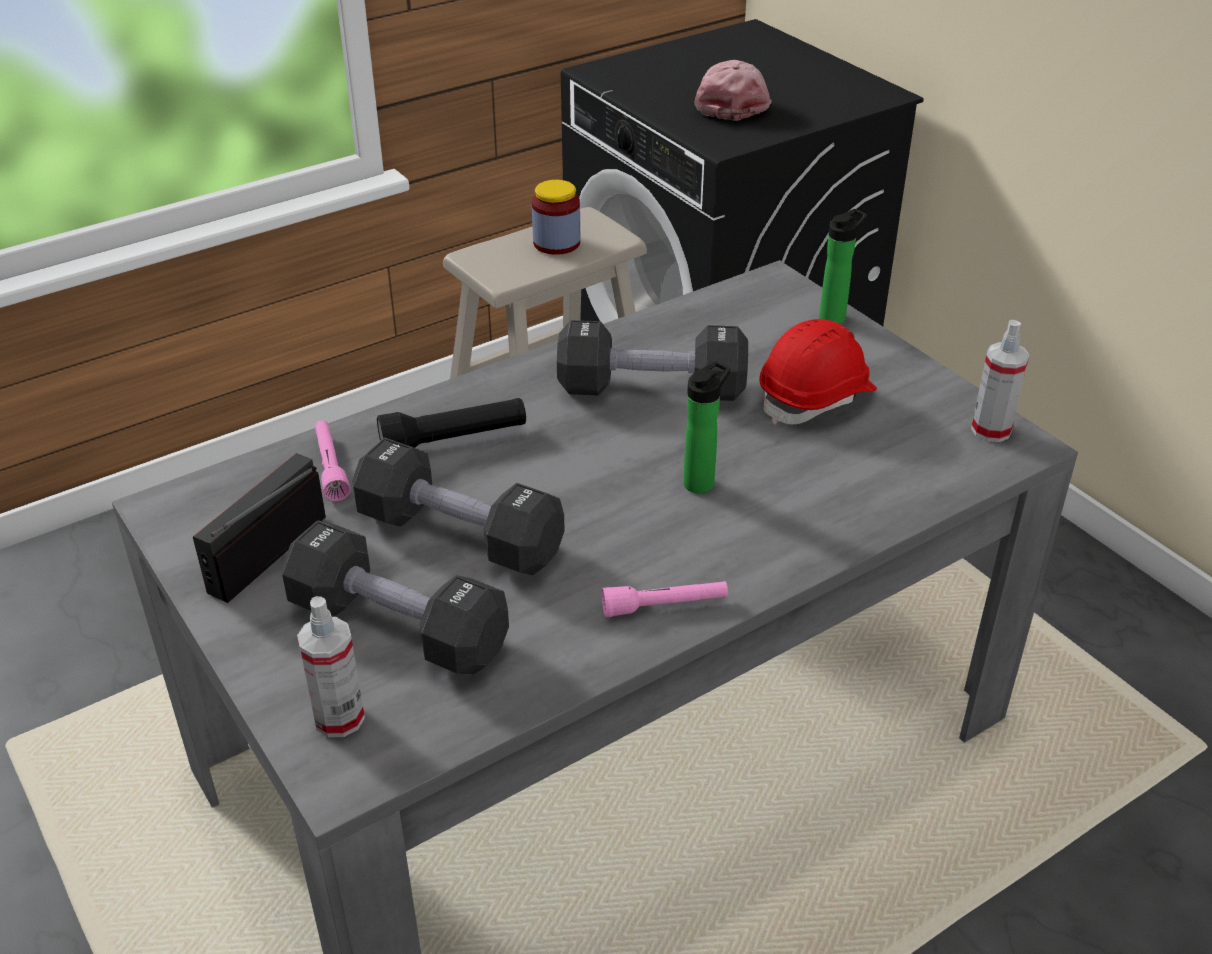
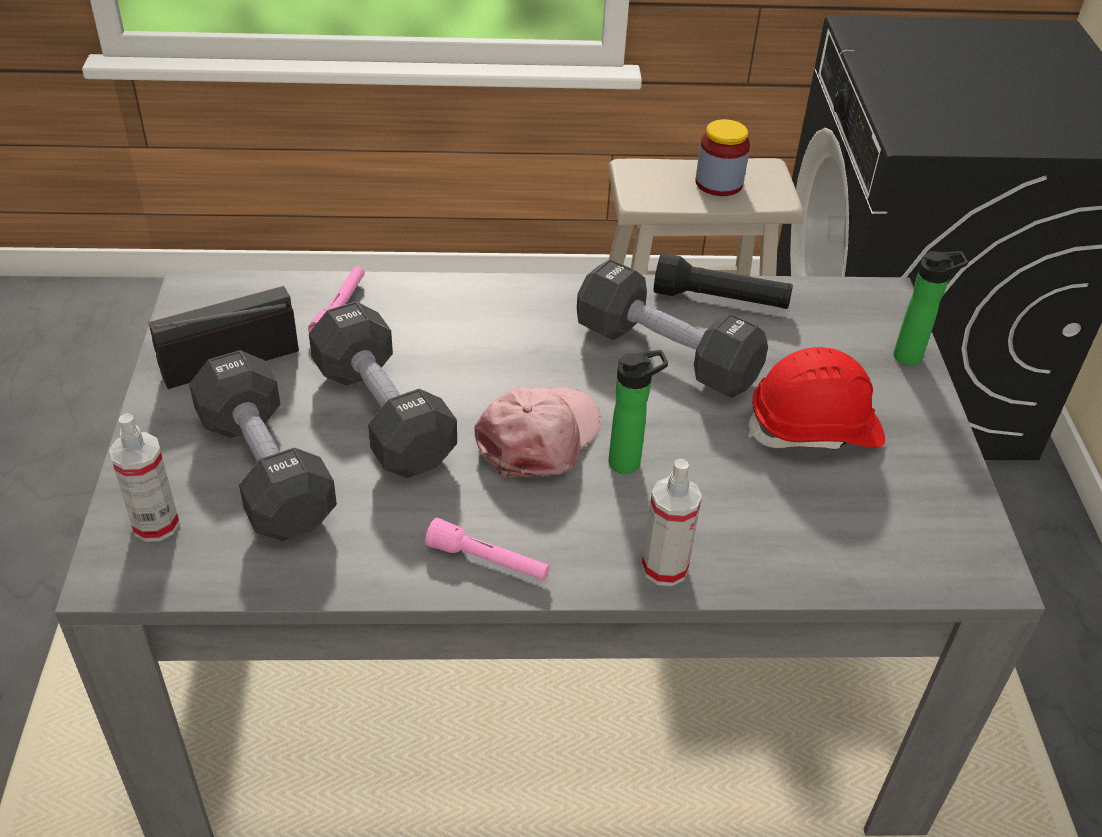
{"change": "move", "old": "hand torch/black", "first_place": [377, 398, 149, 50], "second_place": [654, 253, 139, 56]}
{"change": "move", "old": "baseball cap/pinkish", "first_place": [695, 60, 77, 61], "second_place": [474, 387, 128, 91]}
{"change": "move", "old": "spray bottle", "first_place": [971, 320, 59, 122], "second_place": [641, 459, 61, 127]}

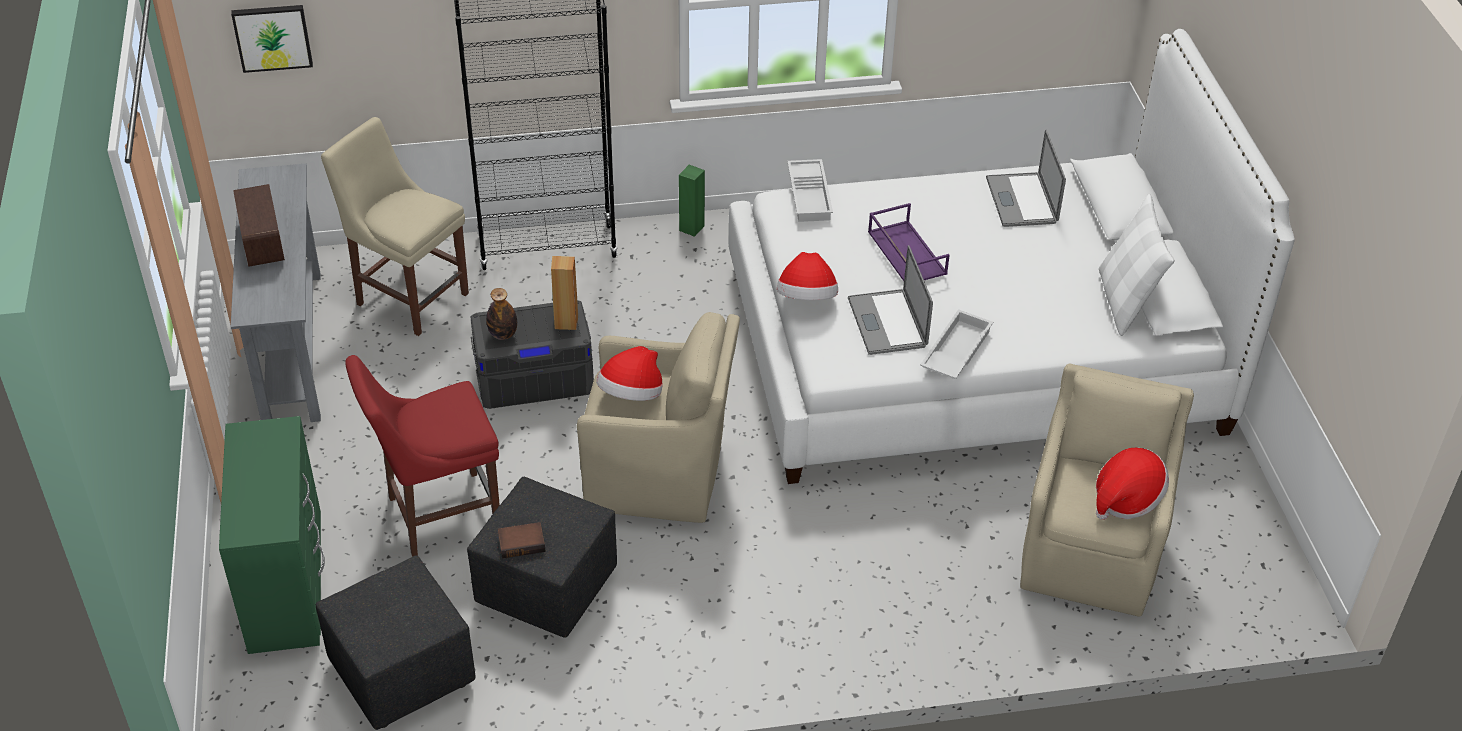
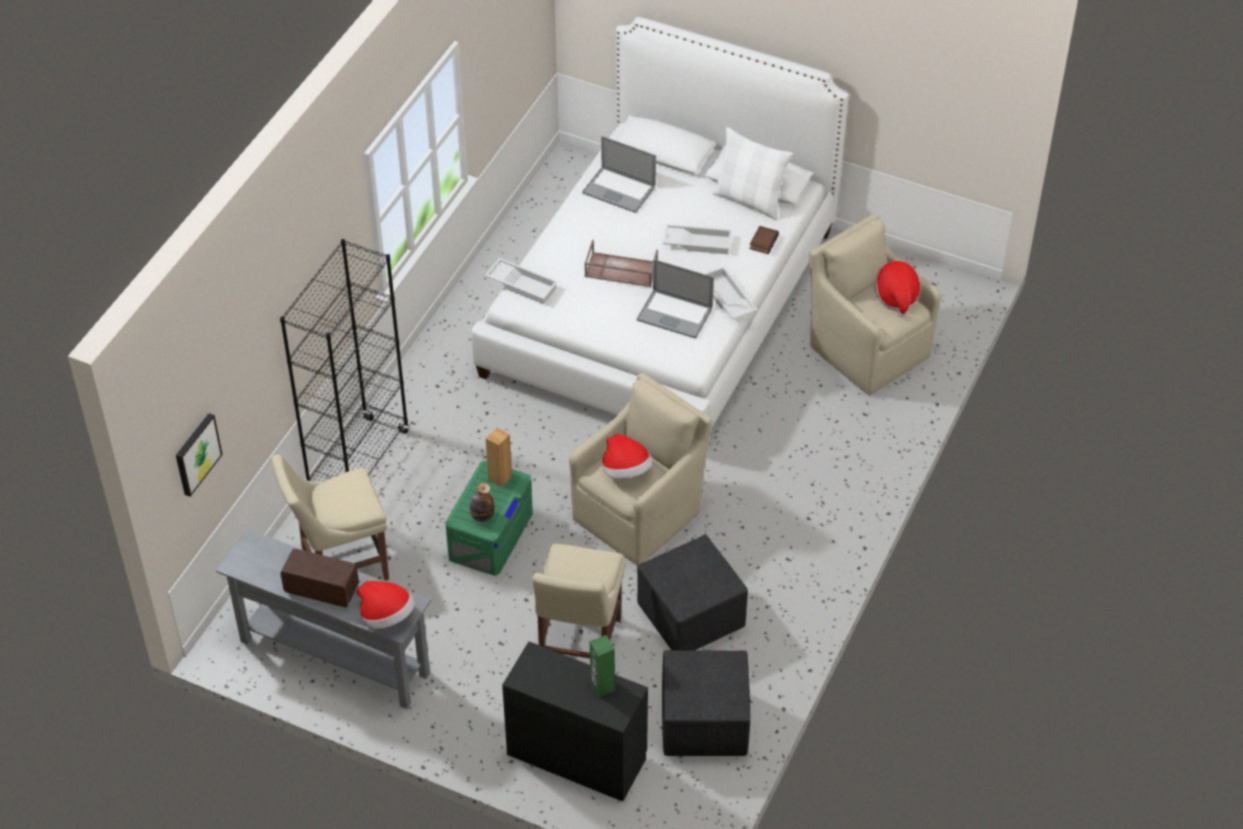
{"change": "recolor", "old": "chest of drawers/green-coloured", "new": "chest of drawers/black", "first_place": [219, 416, 106, 238], "second_place": [502, 641, 146, 161]}
{"change": "recolor", "old": "upright chair/red-coloured", "new": "upright chair/beige-coloured", "first_place": [345, 355, 155, 202], "second_place": [532, 544, 93, 114]}
{"change": "recolor", "old": "storage container/greyish", "new": "storage container/green-coloured", "first_place": [470, 300, 124, 109], "second_place": [445, 460, 88, 116]}
{"change": "move", "old": "volume", "first_place": [498, 522, 47, 36], "second_place": [750, 226, 29, 28]}
{"change": "move", "old": "audio speaker/green-coloured", "first_place": [679, 165, 26, 72], "second_place": [590, 635, 25, 62]}
{"change": "move", "old": "hat", "first_place": [777, 252, 61, 48], "second_place": [356, 581, 59, 48]}
{"change": "recolor", "old": "serving tray/purple-coloured", "new": "serving tray/brownish", "first_place": [868, 203, 82, 78], "second_place": [584, 240, 74, 47]}
{"change": "insert", "new": "serving tray/white-coloured", "second_place": [663, 224, 69, 30]}

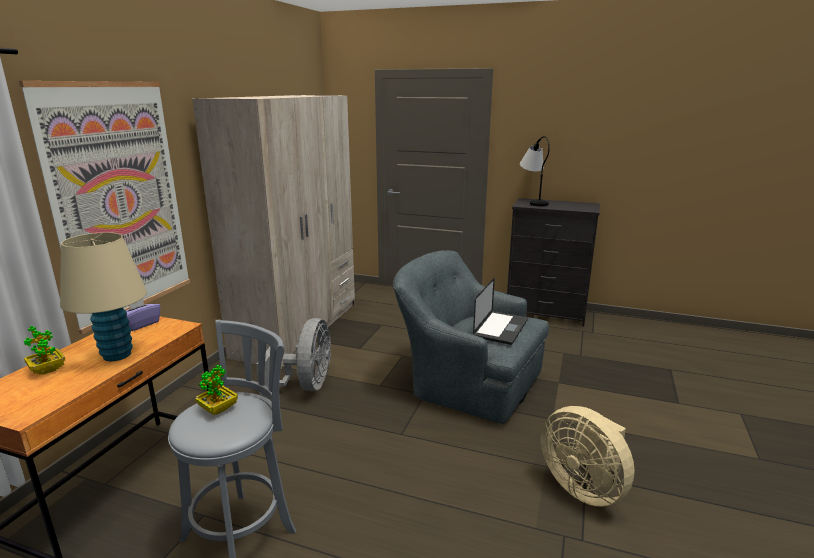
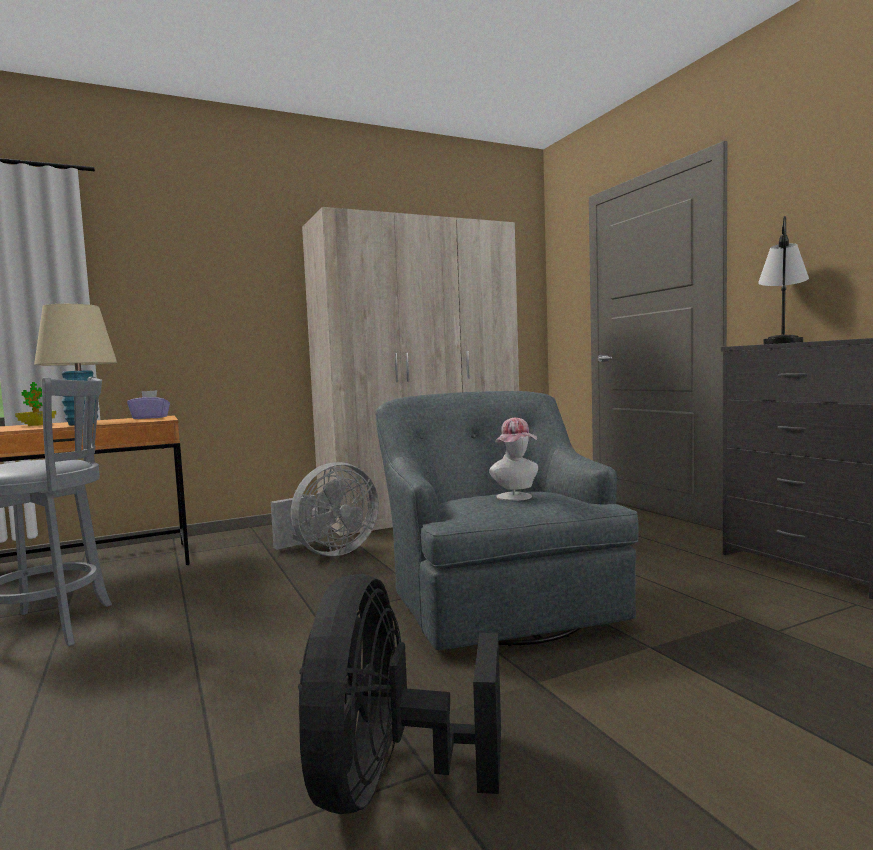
{"change": "delete", "old": "picture", "first_place": [19, 81, 171, 253]}
{"change": "delete", "old": "houseplant", "first_place": [195, 365, 43, 50]}
{"change": "replace", "old": "notebook computer", "new": "hat", "first_place": [473, 278, 55, 67], "second_place": [489, 418, 49, 83]}
{"change": "recolor", "old": "electric fan/beige-coloured", "new": "electric fan/black", "first_place": [541, 406, 94, 101], "second_place": [298, 574, 203, 240]}

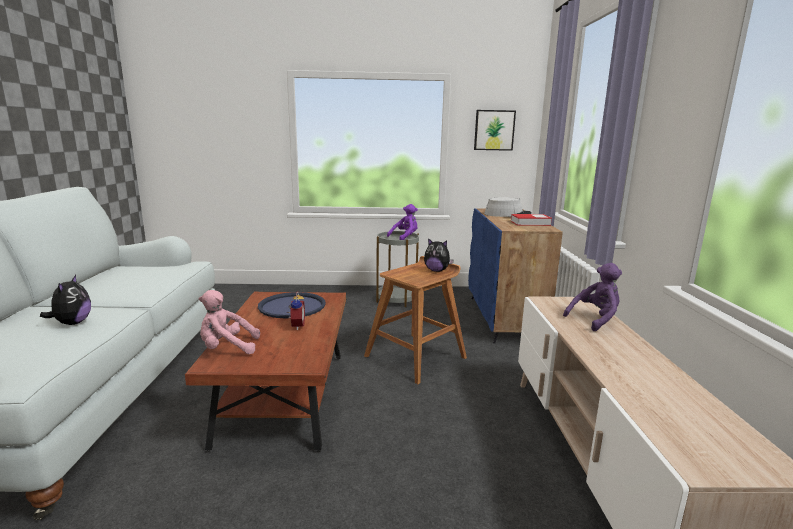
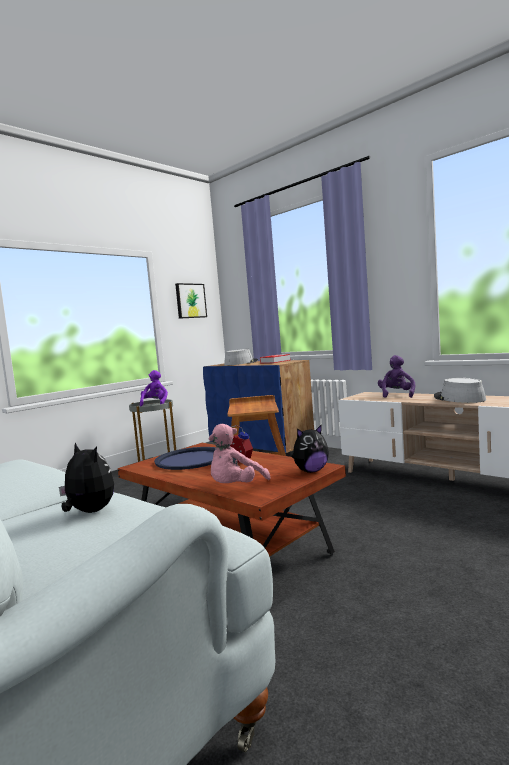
{"change": "move", "old": "cuddly toy", "first_place": [424, 238, 30, 34], "second_place": [292, 424, 37, 49]}
{"change": "insert", "new": "hat/greyish", "second_place": [434, 378, 52, 25]}

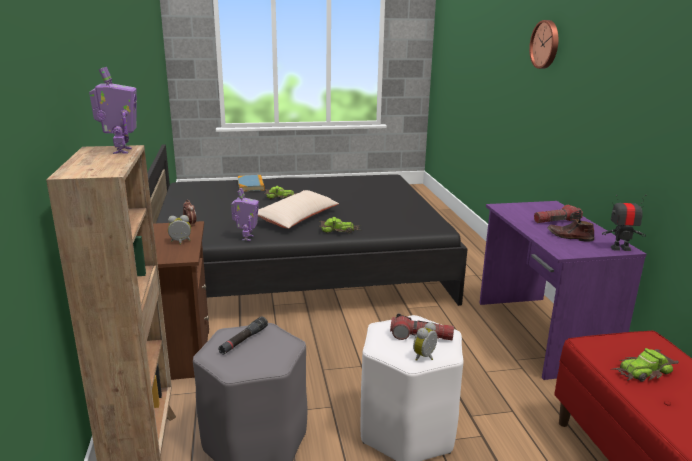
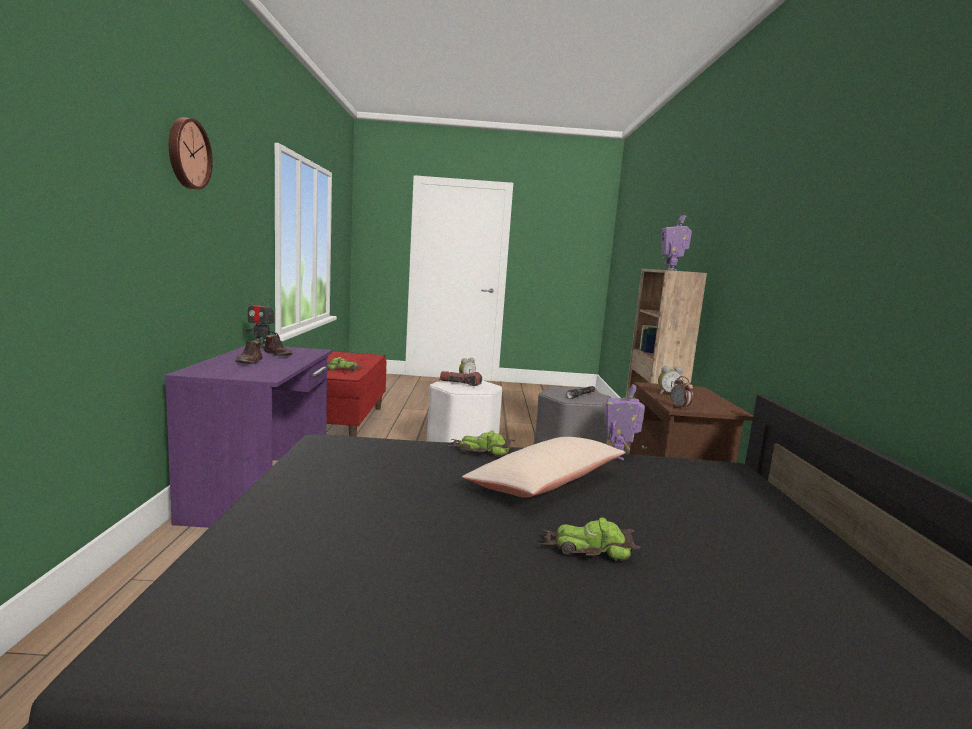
{"change": "delete", "old": "volume", "first_place": [238, 175, 27, 17]}
{"change": "move", "old": "wall clock", "first_place": [529, 20, 30, 49], "second_place": [169, 118, 44, 72]}
{"change": "replace", "old": "hand torch", "new": "shoe/brownish", "first_place": [534, 205, 49, 18], "second_place": [235, 340, 27, 24]}

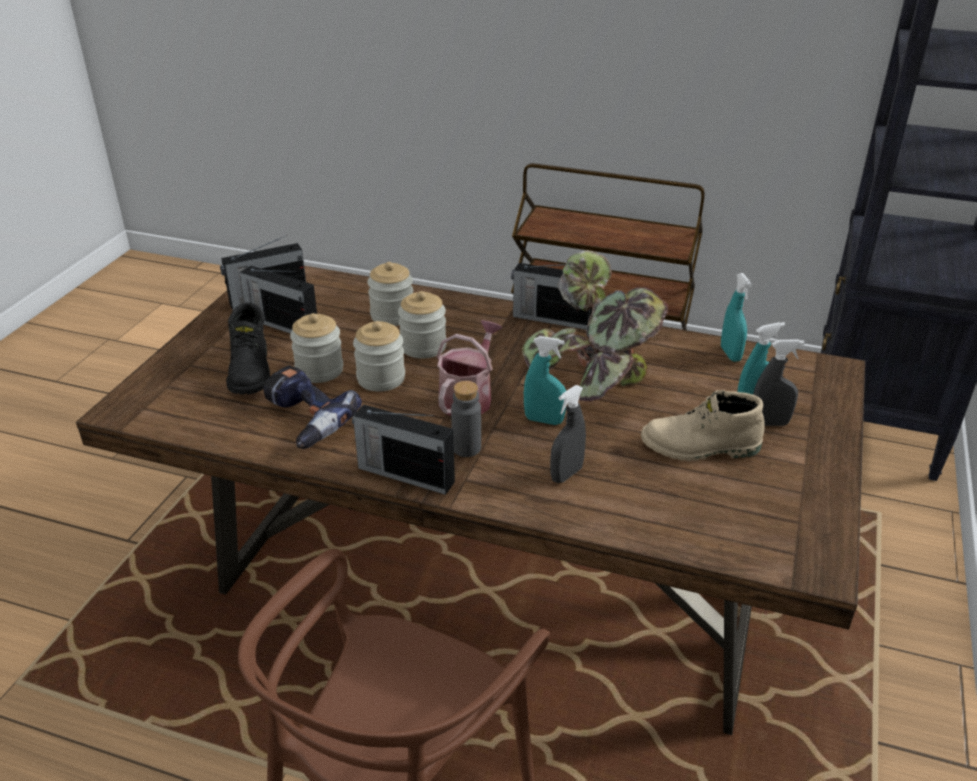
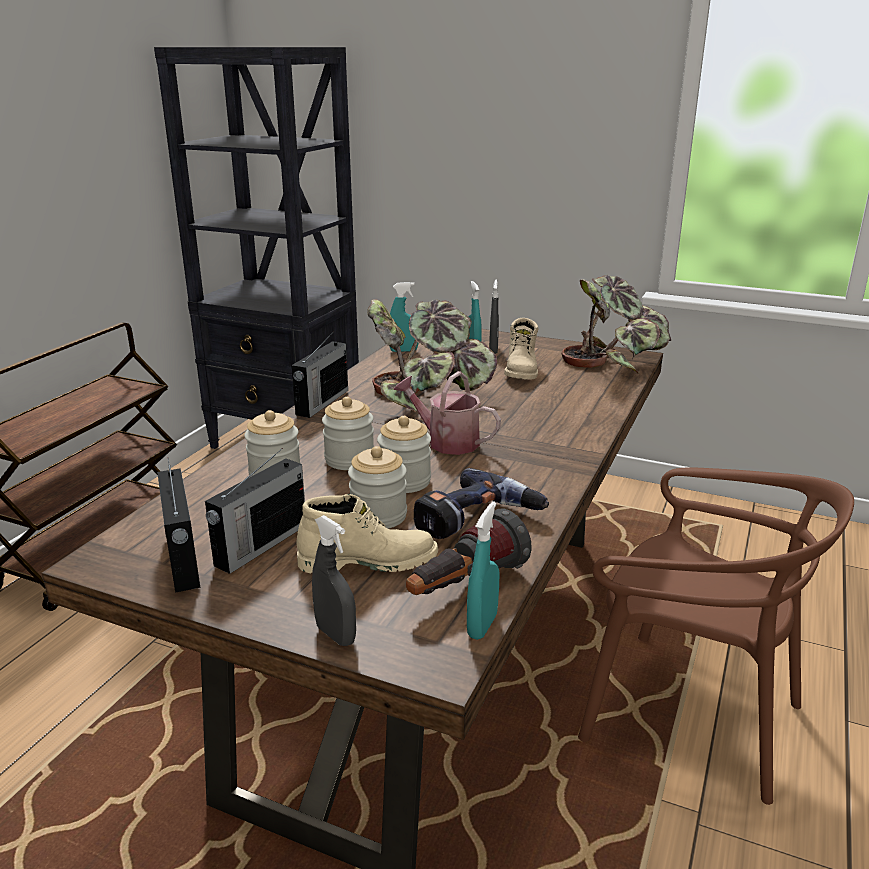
{"change": "recolor", "old": "boot/black", "new": "boot/beige-coloured", "first_place": [226, 303, 44, 92], "second_place": [297, 494, 141, 79]}
{"change": "delete", "old": "radio set", "first_place": [352, 405, 103, 90]}
{"change": "delete", "old": "bottle/greyish", "first_place": [451, 381, 30, 76]}
{"change": "move", "old": "spray bottle/blue-green", "first_place": [524, 336, 42, 89], "second_place": [467, 501, 32, 139]}
{"change": "move", "old": "spray bottle/greyish", "first_place": [550, 385, 36, 98], "second_place": [312, 515, 44, 131]}
{"change": "insert", "new": "hand torch", "second_place": [406, 508, 126, 87]}
{"change": "insert", "new": "houseplant", "second_place": [561, 275, 110, 98]}

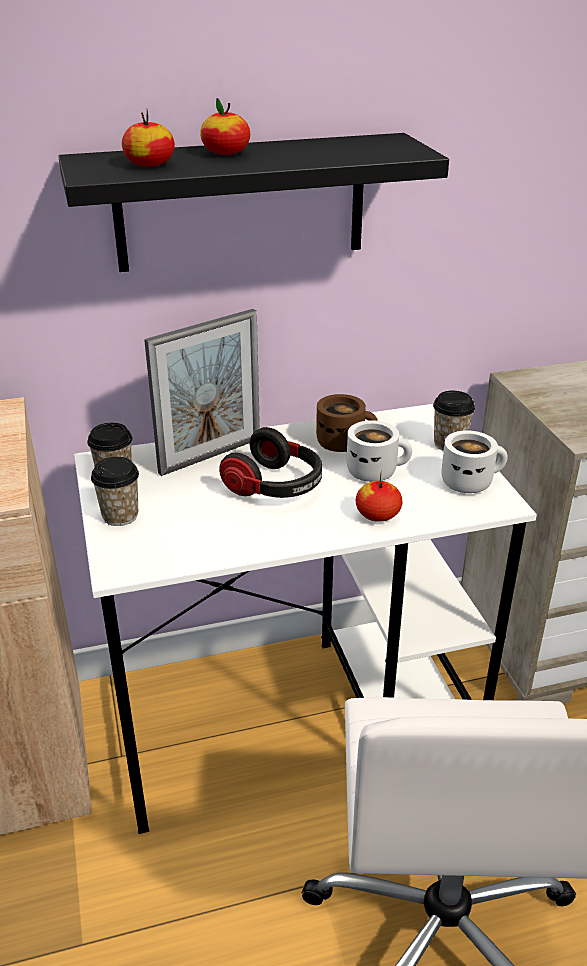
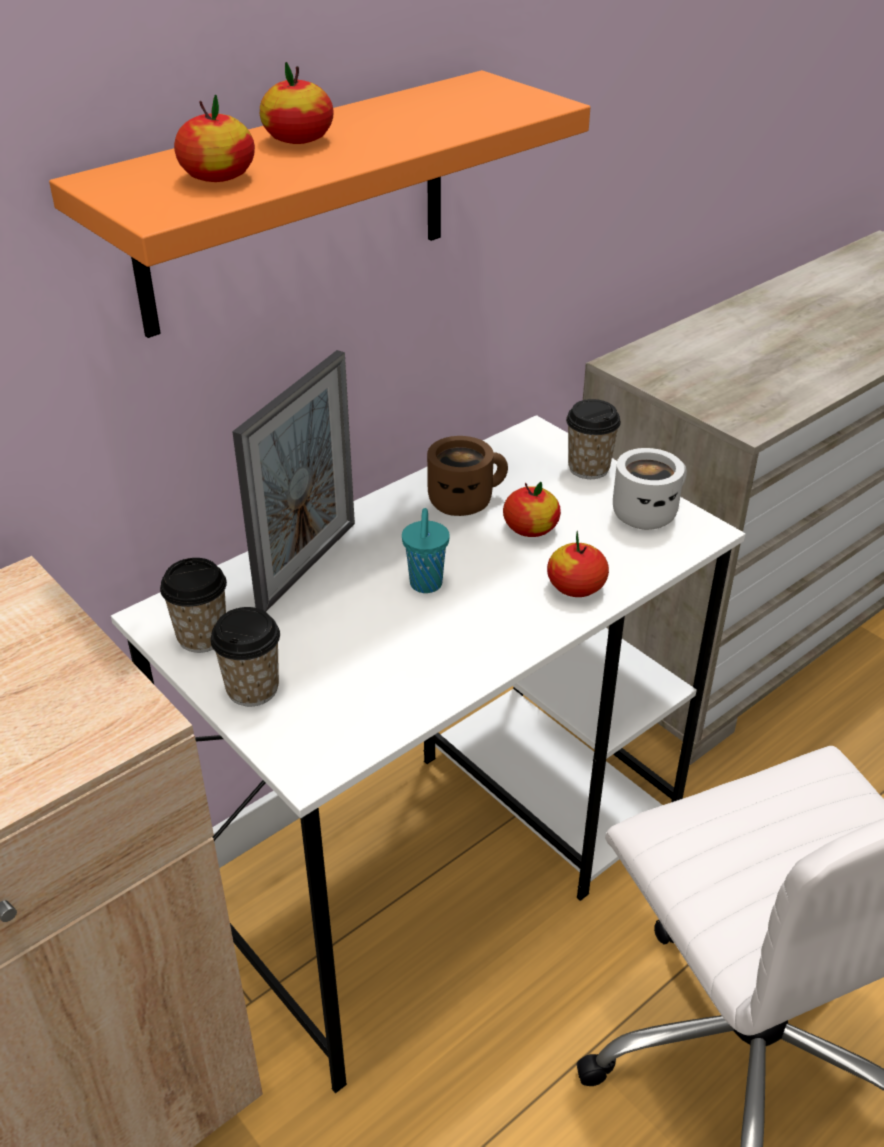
{"change": "recolor", "old": "shelf/black", "new": "shelf/orangey", "first_place": [58, 133, 391, 139], "second_place": [49, 70, 541, 268]}
{"change": "replace", "old": "headset", "new": "small cup/blue-green", "first_place": [219, 427, 103, 71], "second_place": [402, 508, 48, 85]}
{"change": "replace", "old": "tea mug/white-coloured", "new": "apple", "first_place": [347, 420, 65, 62], "second_place": [503, 482, 58, 55]}

